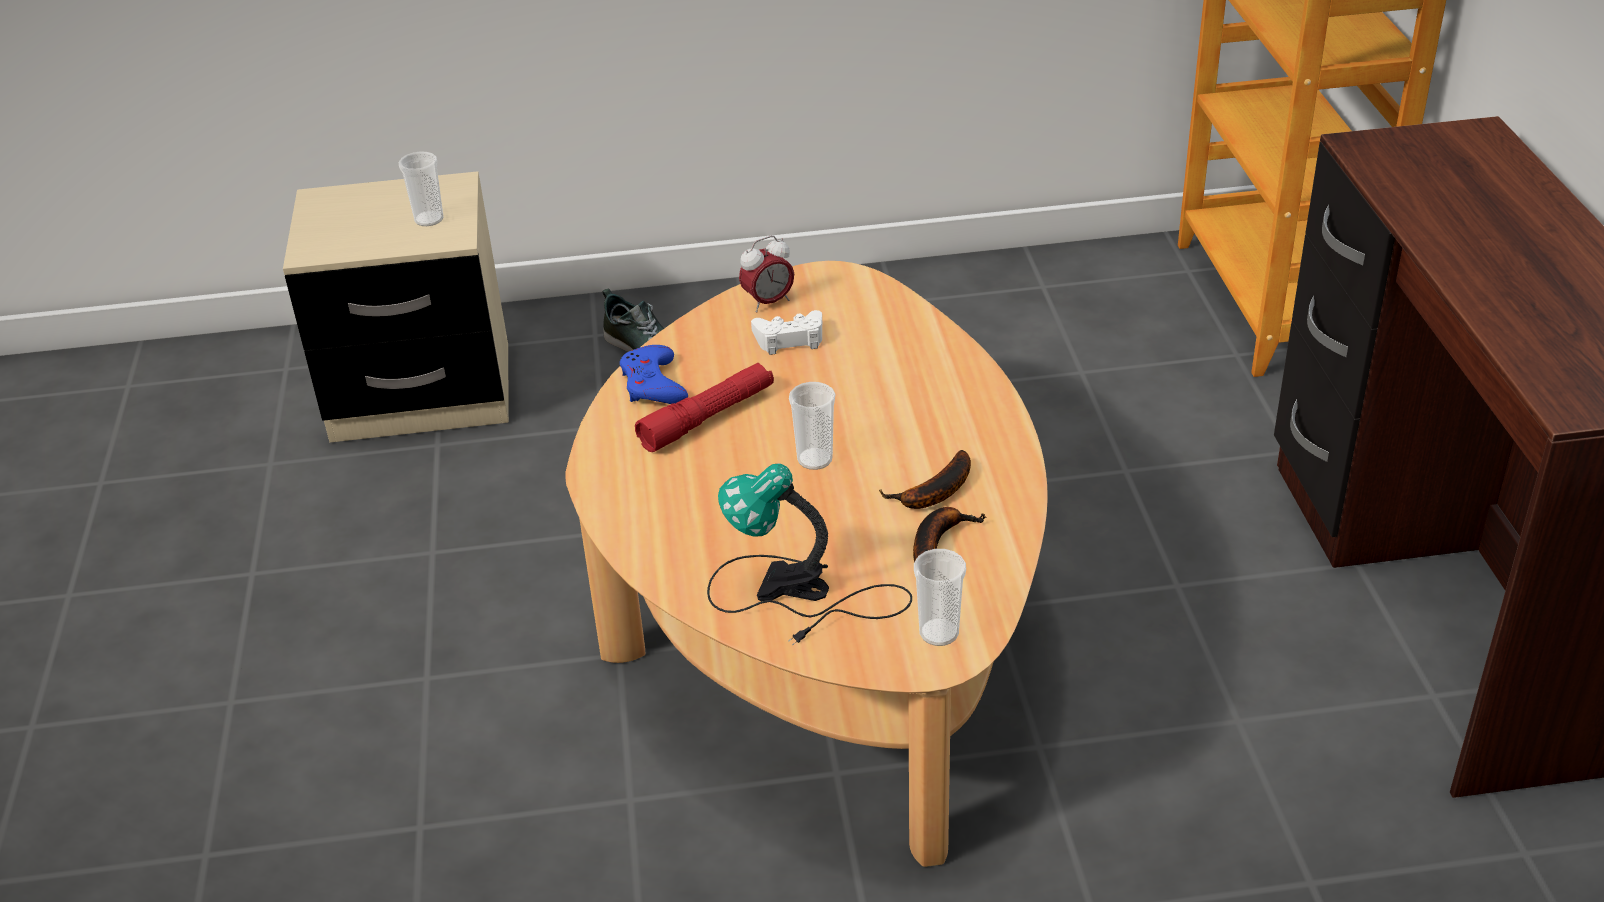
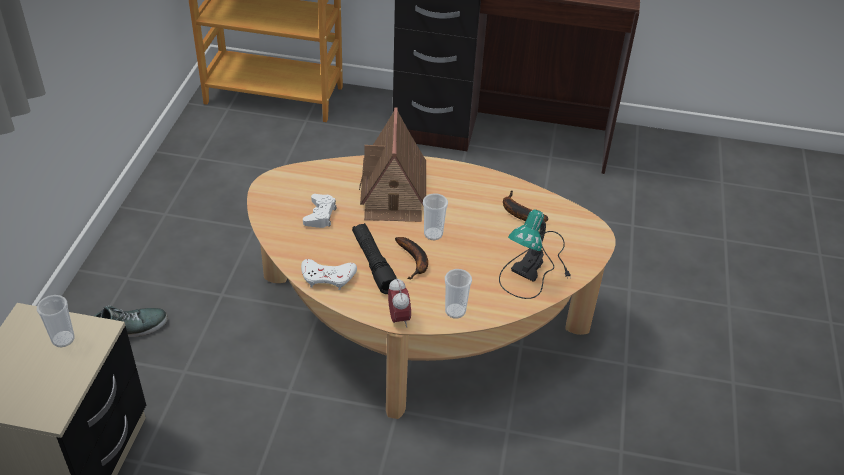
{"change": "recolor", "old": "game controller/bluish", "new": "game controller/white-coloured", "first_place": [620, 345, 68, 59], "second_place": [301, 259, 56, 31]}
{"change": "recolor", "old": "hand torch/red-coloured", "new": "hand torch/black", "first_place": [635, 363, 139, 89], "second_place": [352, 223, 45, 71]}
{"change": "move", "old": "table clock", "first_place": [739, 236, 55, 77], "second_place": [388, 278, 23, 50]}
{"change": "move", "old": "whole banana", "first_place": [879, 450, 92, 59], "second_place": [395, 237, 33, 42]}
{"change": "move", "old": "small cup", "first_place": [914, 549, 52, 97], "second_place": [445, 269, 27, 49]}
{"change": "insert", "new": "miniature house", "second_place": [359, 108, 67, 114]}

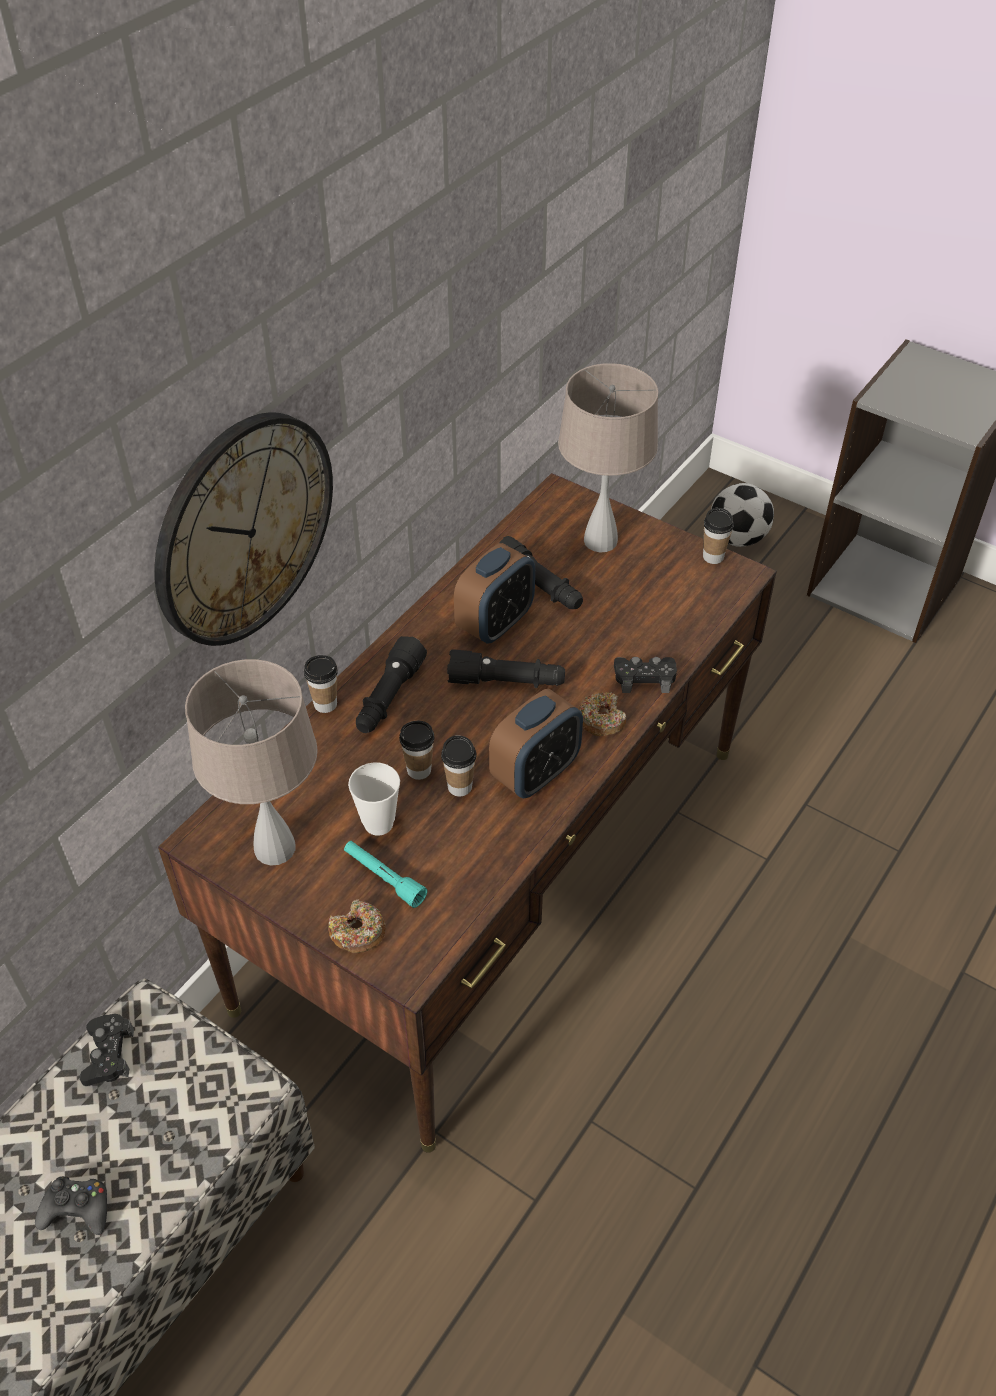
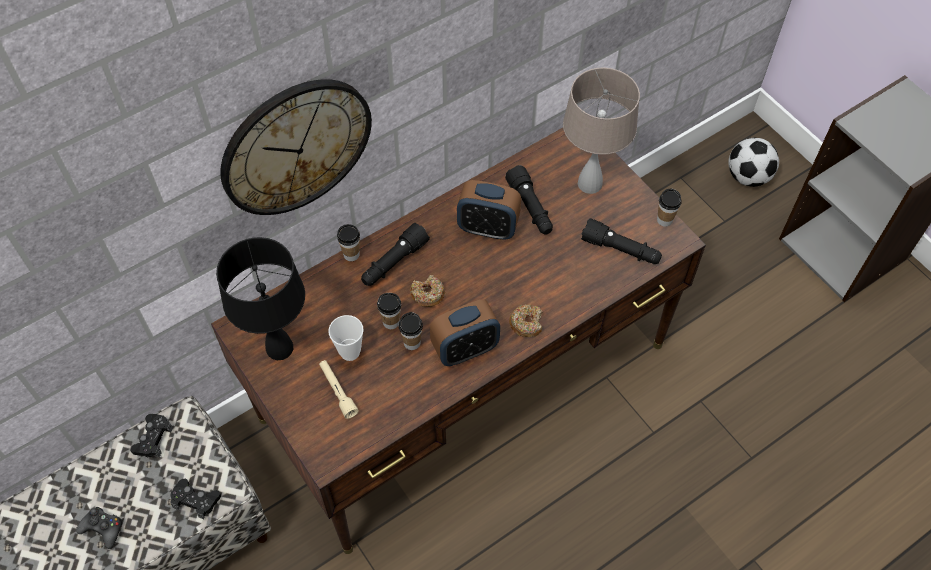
{"change": "recolor", "old": "table lamp/beige-coloured", "new": "table lamp/black", "first_place": [185, 659, 133, 207], "second_place": [216, 237, 89, 123]}
{"change": "move", "old": "ring doughnut", "first_place": [328, 900, 58, 53], "second_place": [410, 275, 35, 32]}
{"change": "recolor", "old": "hand torch/blue-green", "new": "hand torch/beige-coloured", "first_place": [344, 841, 84, 67], "second_place": [319, 360, 40, 59]}
{"change": "move", "old": "hand torch/black", "first_place": [447, 649, 118, 39], "second_place": [581, 218, 81, 46]}
{"change": "rotate", "old": "table clock", "first_place": [454, 543, 81, 101], "second_place": [457, 180, 64, 60], "degrees": 45}
{"change": "move", "old": "game controller/black", "first_place": [614, 657, 63, 36], "second_place": [170, 478, 51, 41]}

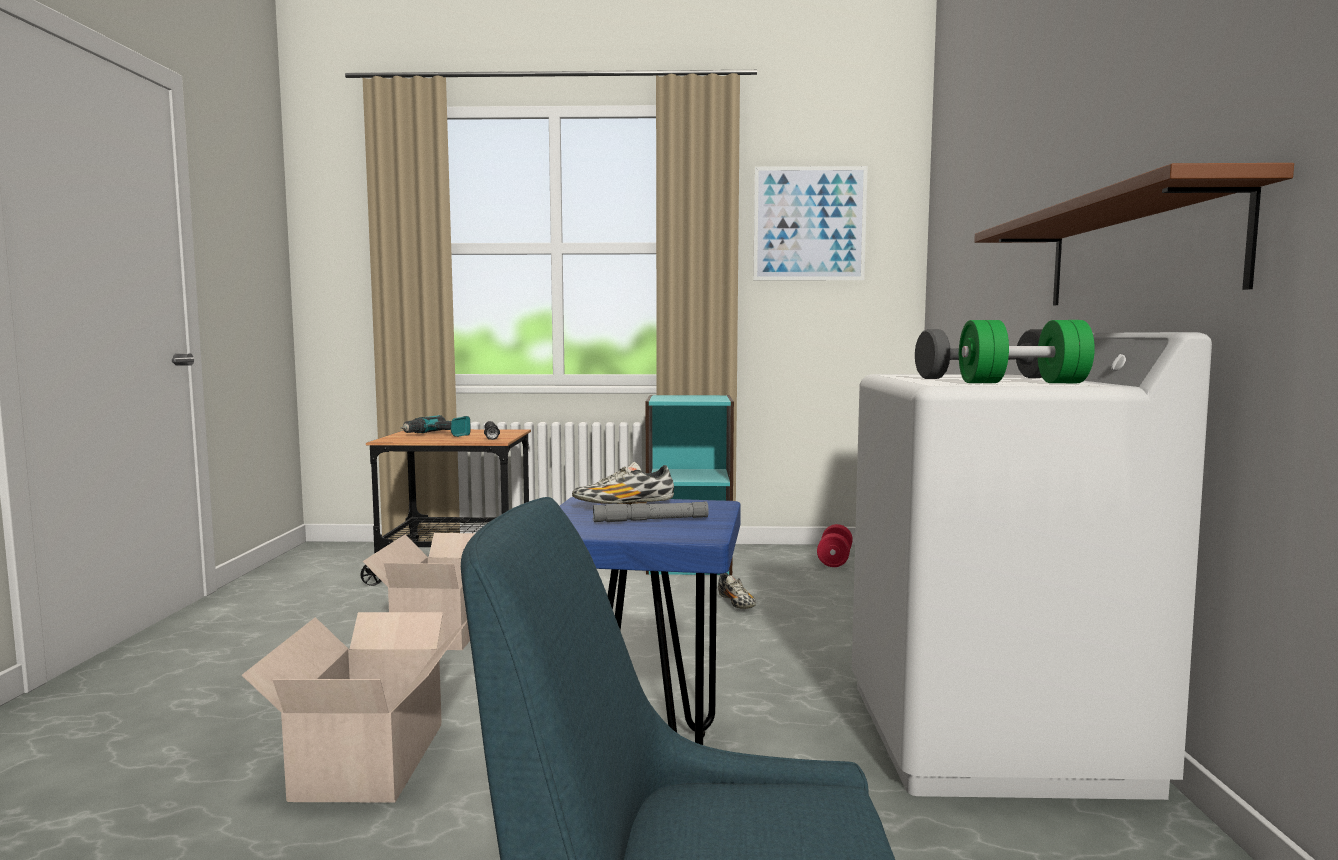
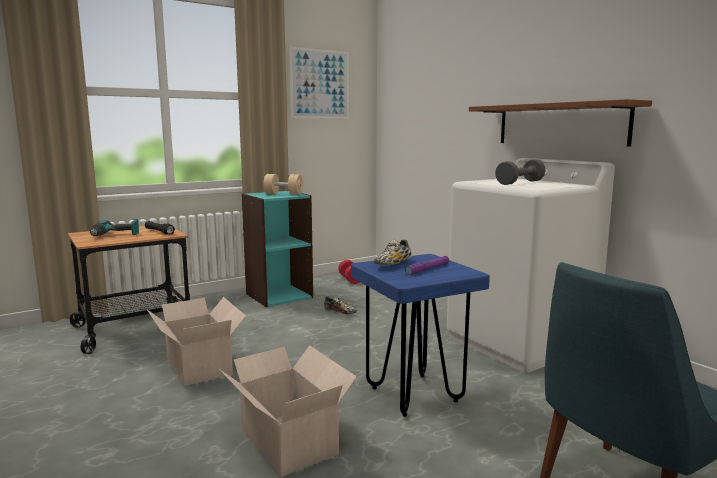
{"change": "recolor", "old": "hand torch/greyish", "new": "hand torch/purple-coloured", "first_place": [593, 501, 116, 21], "second_place": [405, 256, 44, 19]}
{"change": "delete", "old": "free weight/green-coloured", "first_place": [959, 320, 136, 63]}
{"change": "insert", "new": "free weight/beige-coloured", "second_place": [264, 174, 39, 21]}

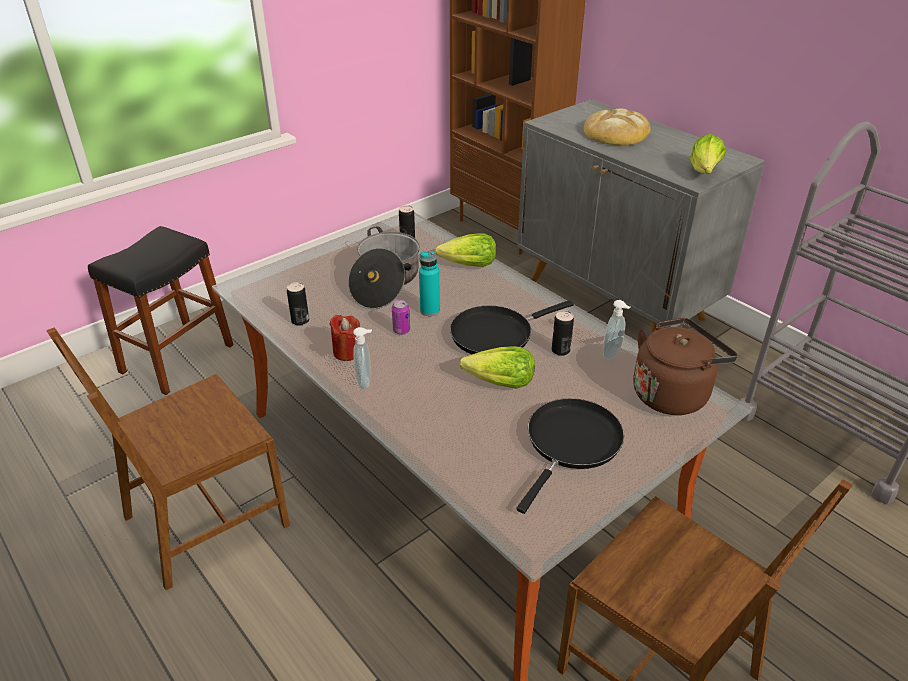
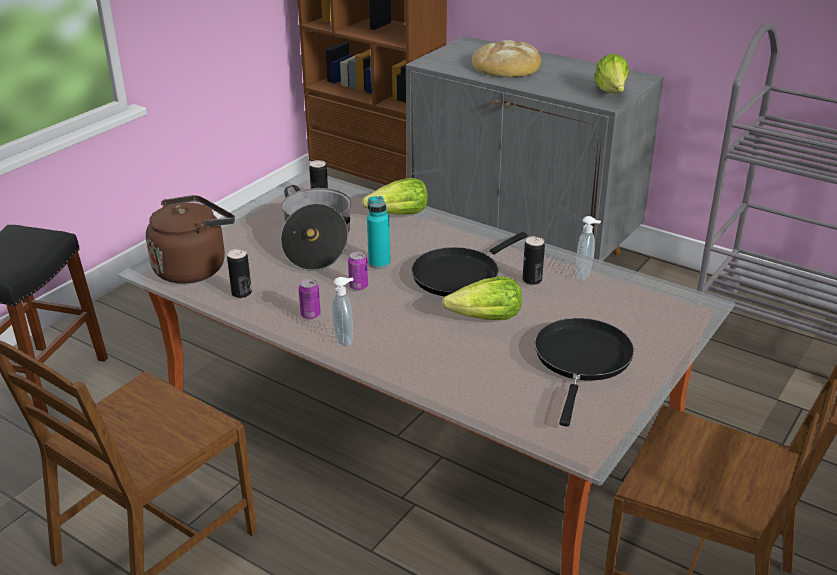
{"change": "replace", "old": "wax light/red-coloured", "new": "metal can", "first_place": [330, 315, 30, 46], "second_place": [299, 279, 22, 40]}
{"change": "move", "old": "tea kettle/brownish", "first_place": [633, 318, 105, 97], "second_place": [146, 195, 89, 89]}

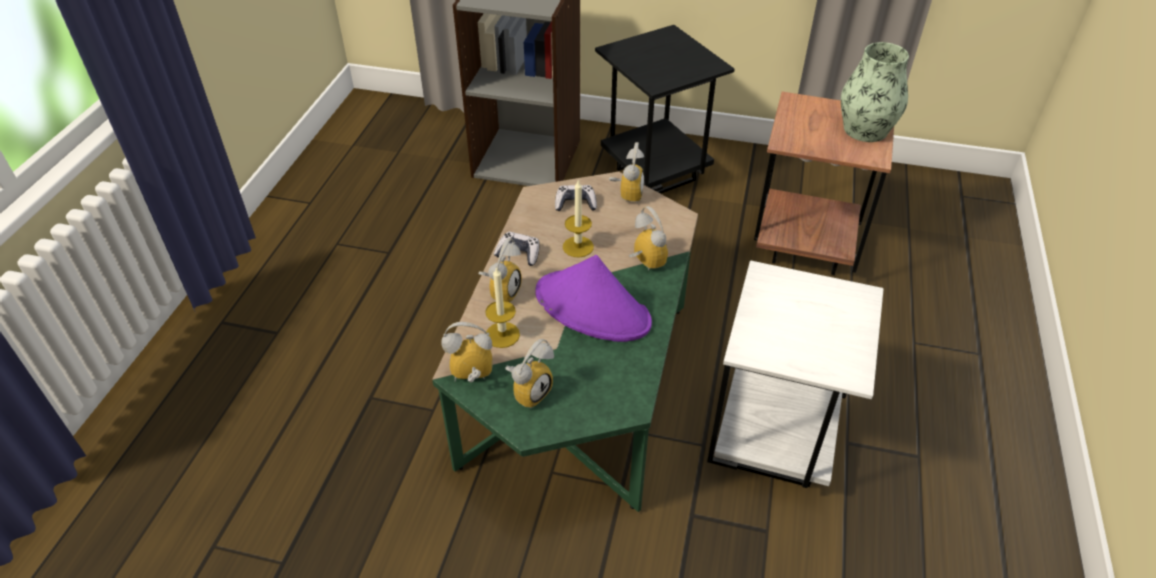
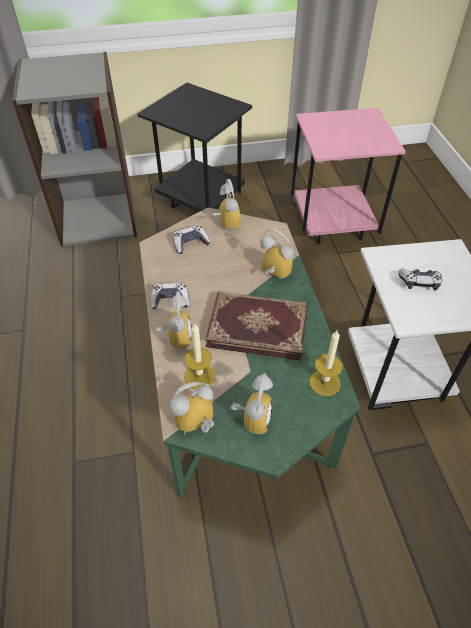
{"change": "replace", "old": "hat/purple-coloured", "new": "volume", "first_place": [535, 255, 117, 87], "second_place": [205, 291, 103, 69]}
{"change": "move", "old": "wax light", "first_place": [563, 181, 31, 76], "second_place": [309, 331, 34, 65]}
{"change": "recolor", "old": "accent table/brownish", "new": "accent table/pinkish", "first_place": [754, 92, 140, 183], "second_place": [291, 108, 115, 136]}
{"change": "delete", "old": "flower vase", "first_place": [841, 42, 68, 100]}
{"change": "insert", "new": "game controller", "second_place": [398, 269, 44, 22]}

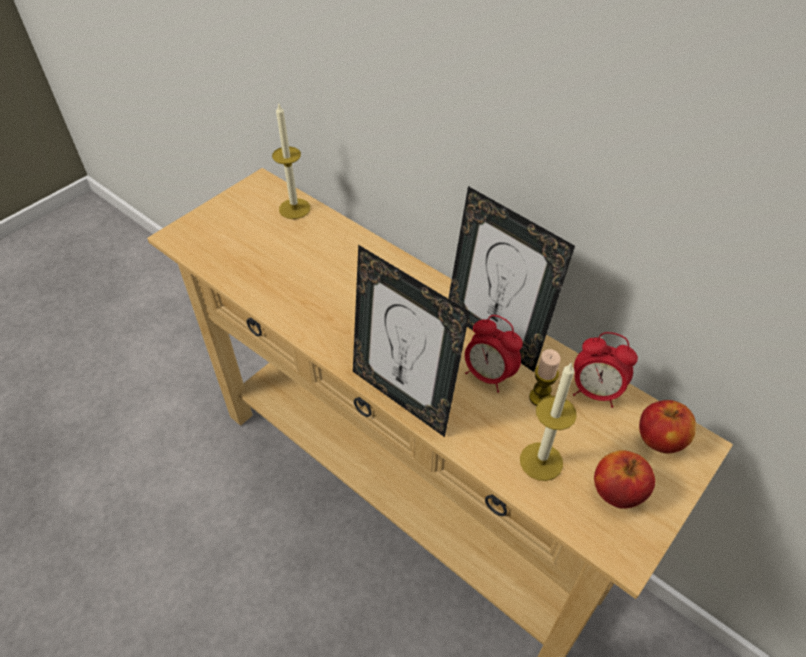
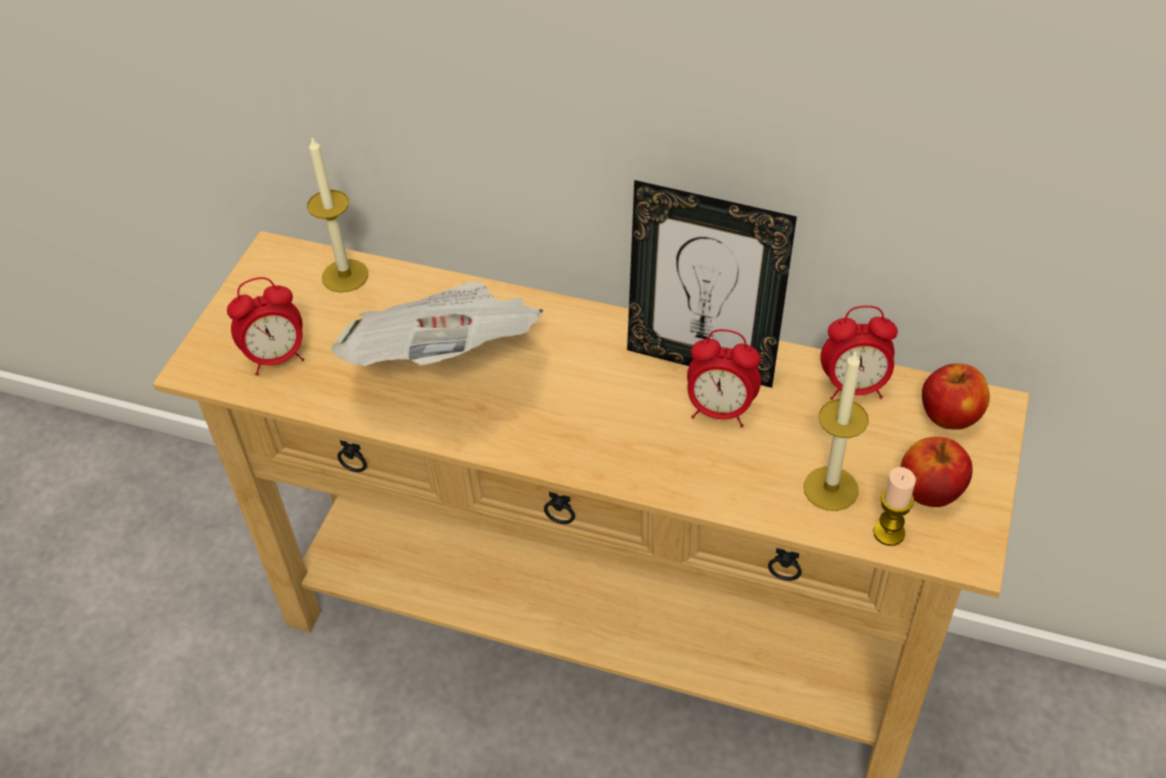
{"change": "delete", "old": "picture frame", "first_place": [353, 245, 117, 192]}
{"change": "move", "old": "wax light", "first_place": [529, 349, 32, 57], "second_place": [873, 467, 43, 79]}
{"change": "insert", "new": "table clock", "second_place": [227, 277, 77, 98]}
{"change": "insert", "new": "printed paper", "second_place": [330, 281, 214, 85]}

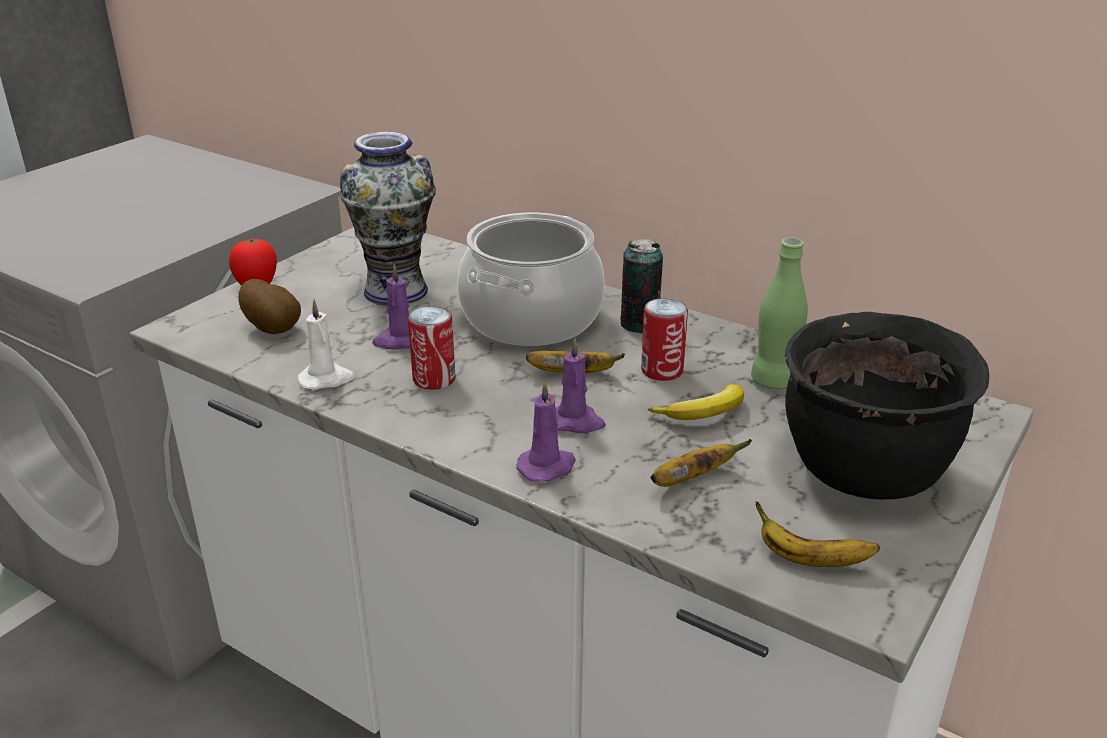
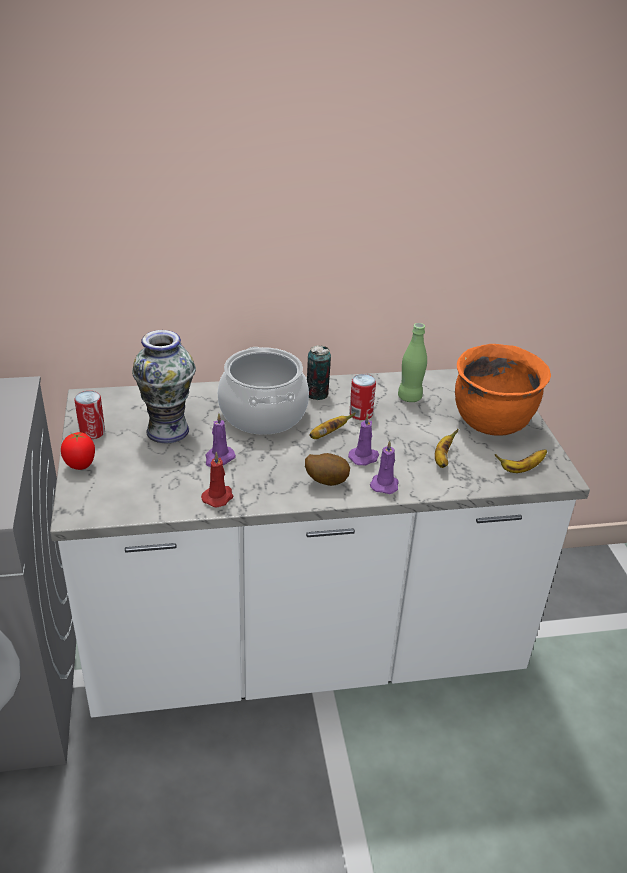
{"change": "move", "old": "whole potato", "first_place": [239, 279, 62, 55], "second_place": [305, 453, 45, 33]}
{"change": "recolor", "old": "wax light/white-coloured", "new": "wax light/red-coloured", "first_place": [298, 299, 57, 91], "second_place": [201, 452, 32, 56]}
{"change": "move", "old": "metal can", "first_place": [408, 306, 48, 84], "second_place": [75, 391, 30, 48]}
{"change": "delete", "old": "whole banana", "first_place": [648, 384, 96, 36]}
{"change": "recolor", "old": "saucepot/black", "new": "saucepot/orangey", "first_place": [785, 312, 204, 187], "second_place": [455, 344, 96, 92]}

